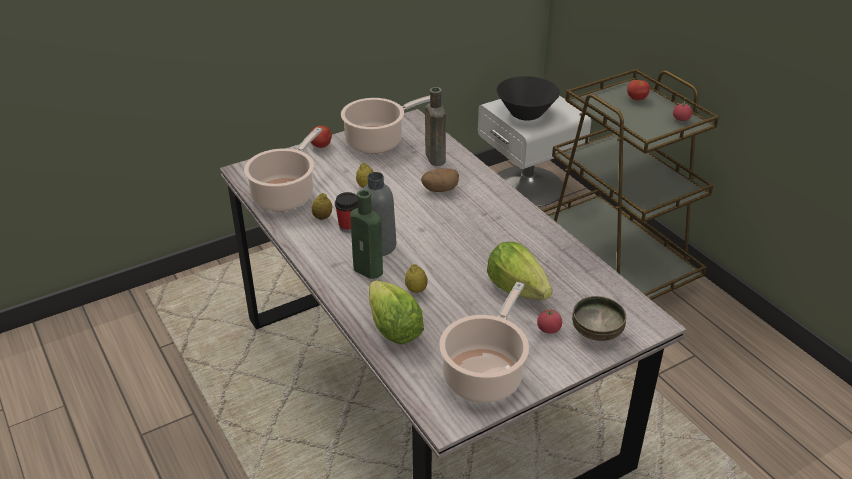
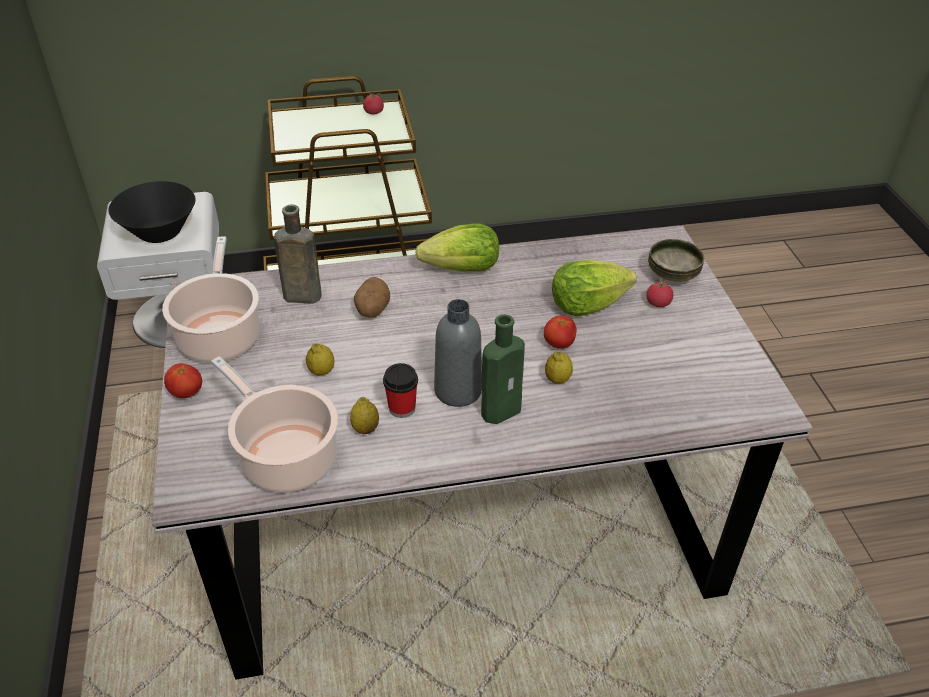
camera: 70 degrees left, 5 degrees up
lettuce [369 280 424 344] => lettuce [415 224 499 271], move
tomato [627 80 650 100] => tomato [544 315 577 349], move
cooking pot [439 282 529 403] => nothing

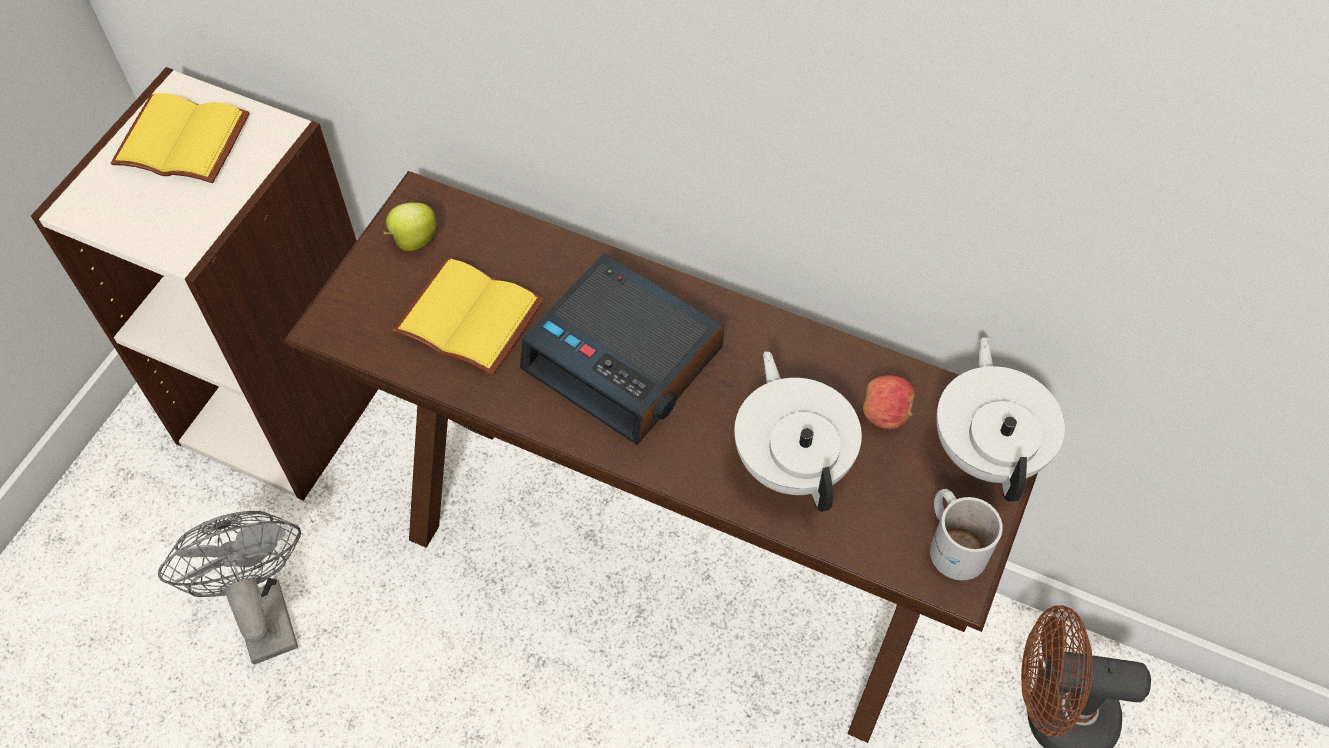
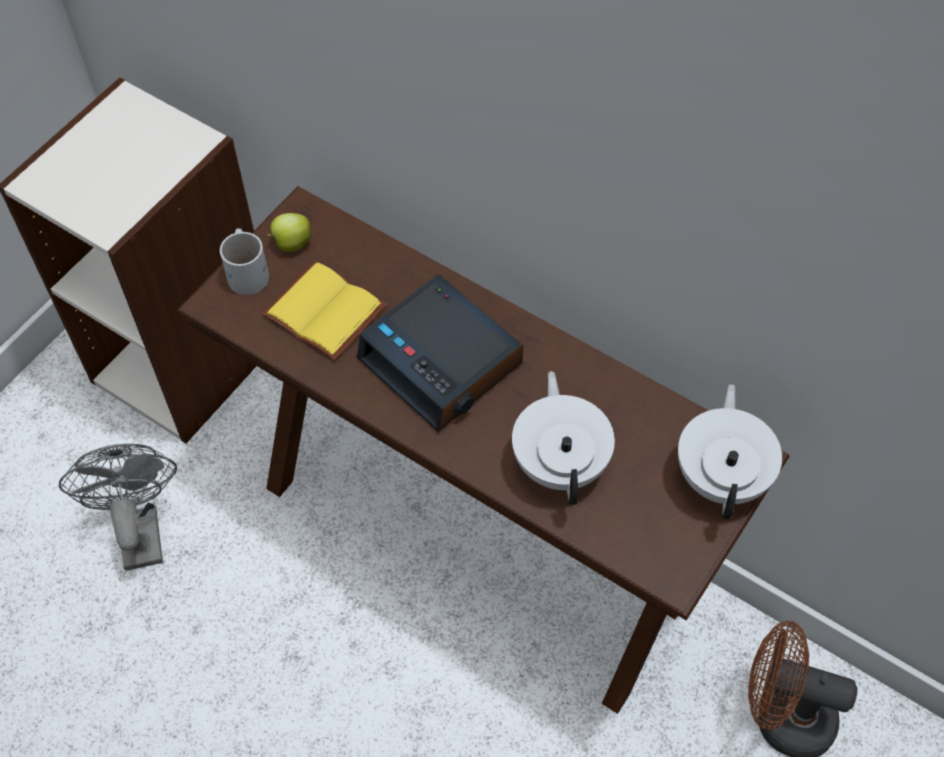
camera: 10 degrees right, 0 degrees up
white mug [930 489 1003 580] => white mug [220 228 269 295], move
yellow book [111 93 250 183] => nothing
apple [863 375 915 429] => nothing

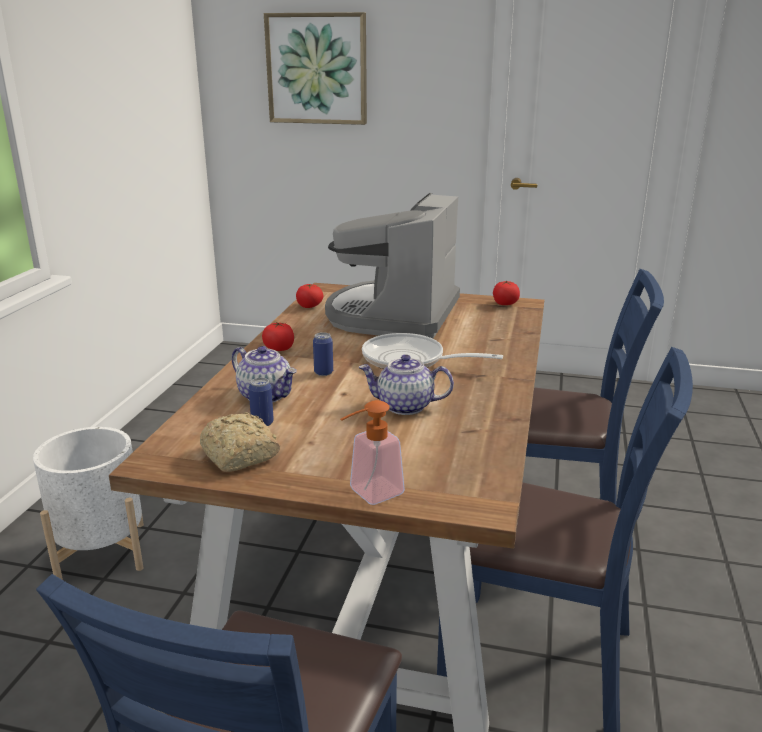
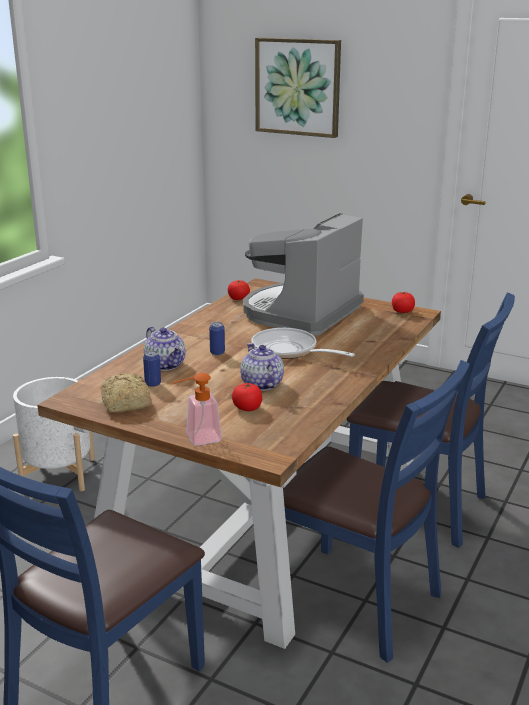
camera: 15 degrees right, 0 degrees up
tomato [262 322 294 351] => tomato [232 382 262 411], move
teapot [359 354 454 415] => teapot [240 343 284 391], 45 degrees clockwise

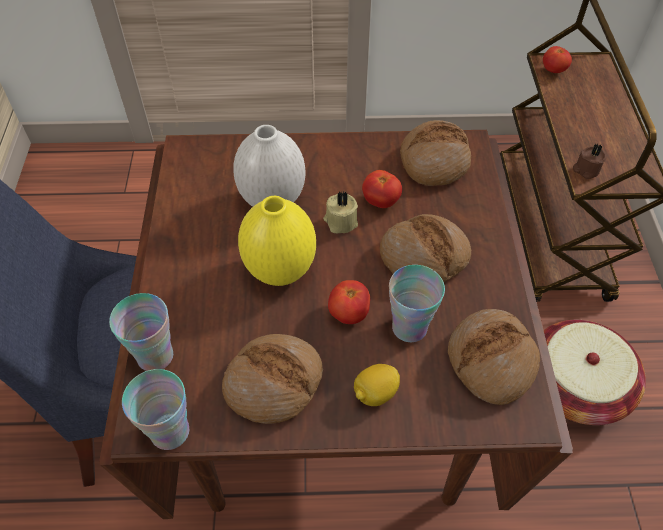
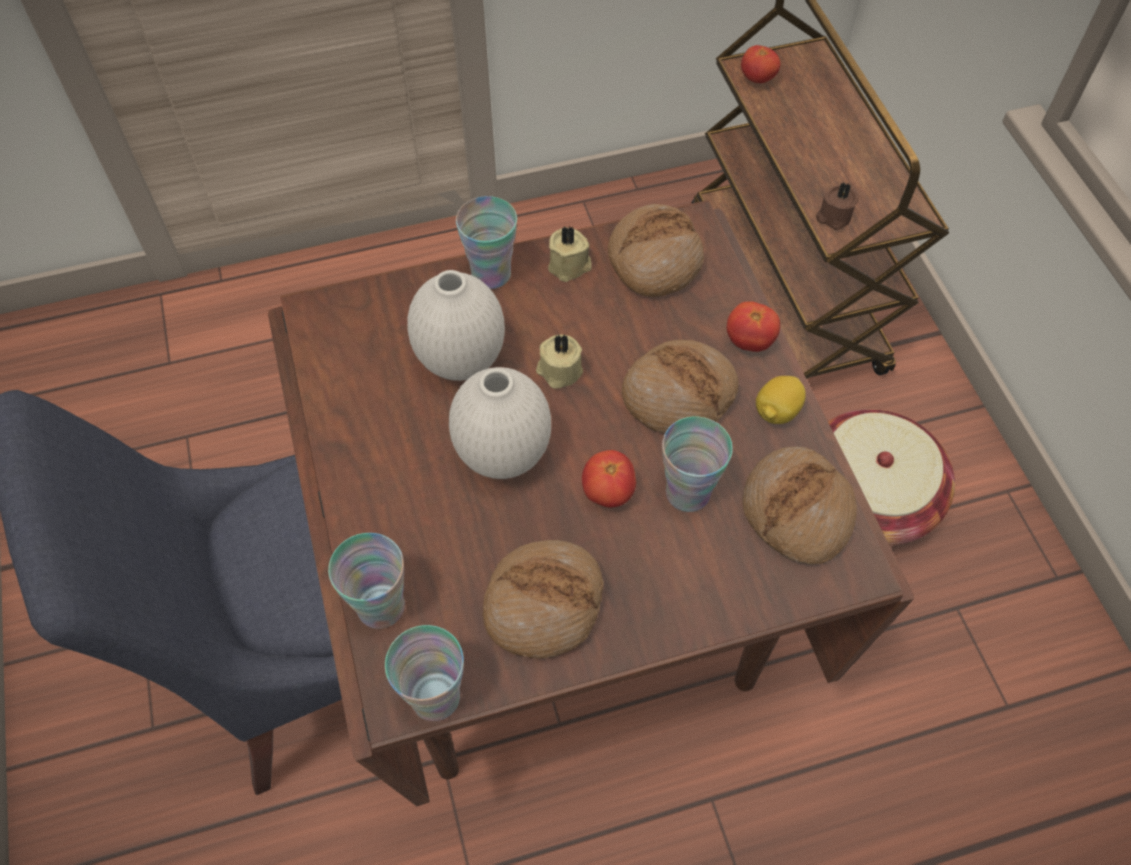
camera: 15 degrees left, 5 degrees up
yellow vase [238 196 316 286] => white vase [449 367 551 479]
nothing => cup [456 196 517 289]
nothing => beige candle [548 226 592 282]
tomato [362 170 402 208] => tomato [727 301 780 352], move
lemon [354 364 400 406] => lemon [756 376 806 424], move

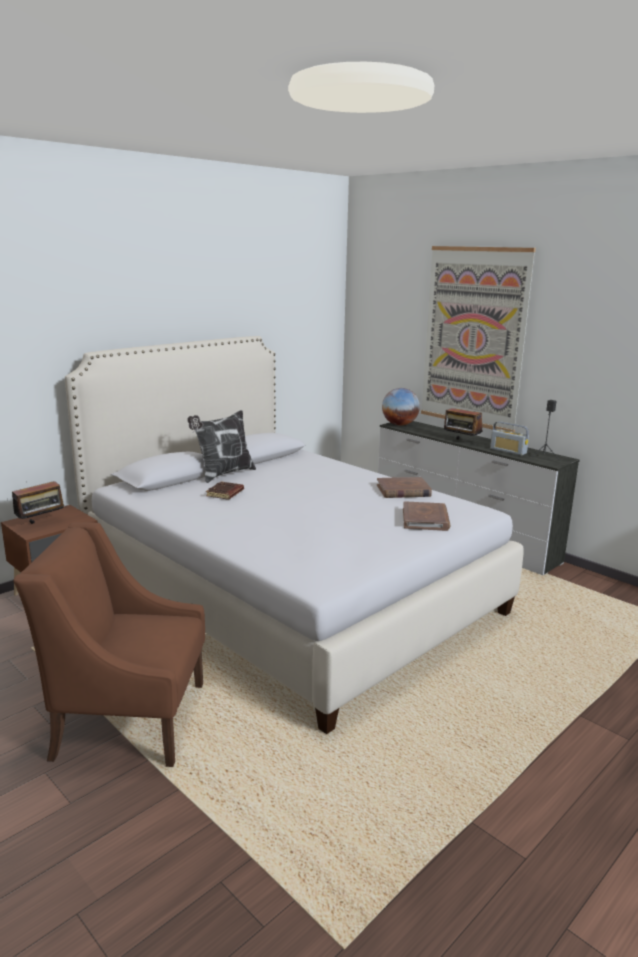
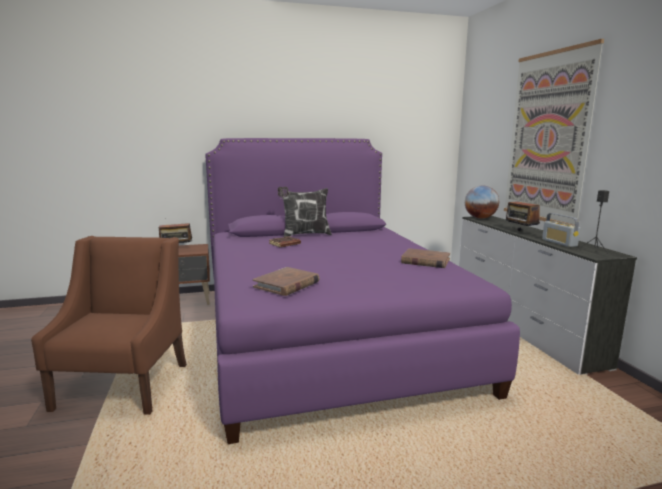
camera: 30 degrees right, 5 degrees down
brown armchair [13 522 205 767] => brown armchair [31 236 187 415], 60 degrees clockwise
white bed [65 336 524 734] => purple bed [205 138 520 444]
brown book [403 501 450 531] => brown book [253 267 320 296], move

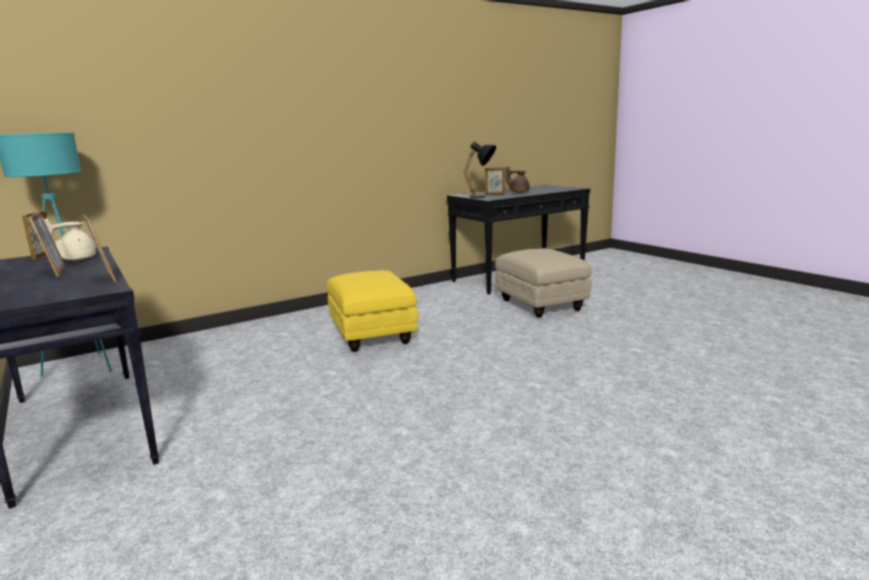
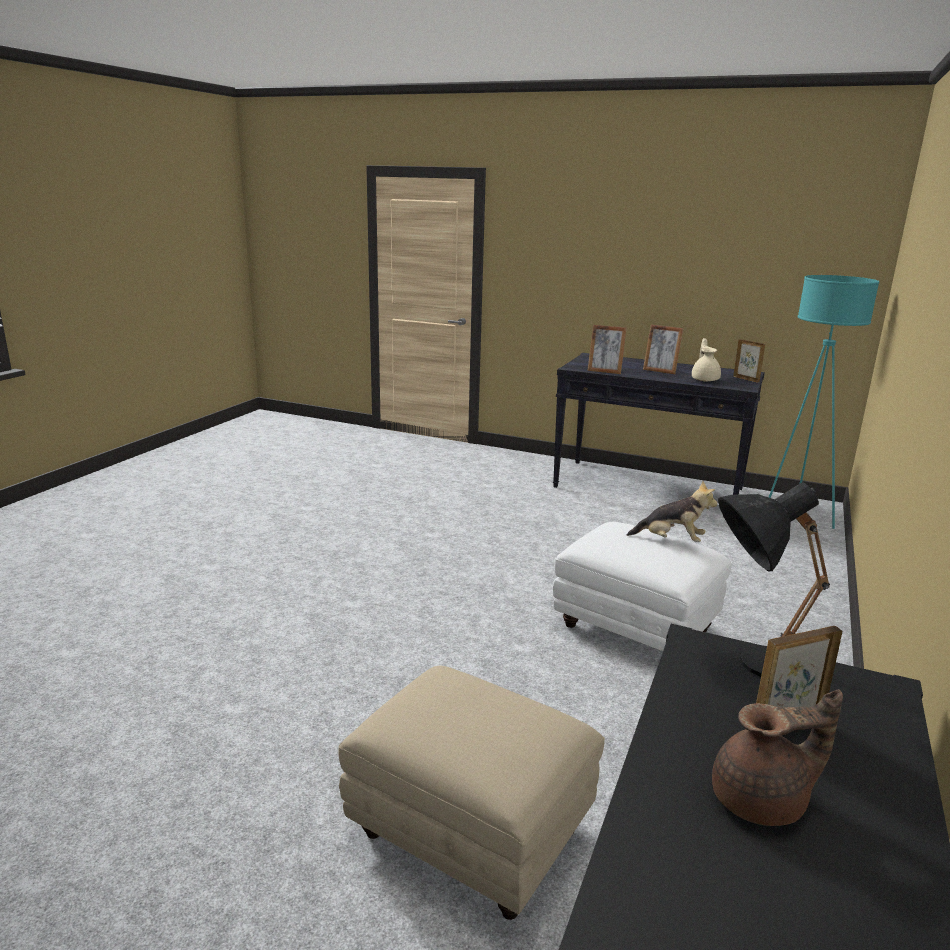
camera: 145 degrees right, 5 degrees up
yellow ottoman [327 270 418 352] => white ottoman [553 522 732 651]
nothing => plush toy [627 481 718 542]

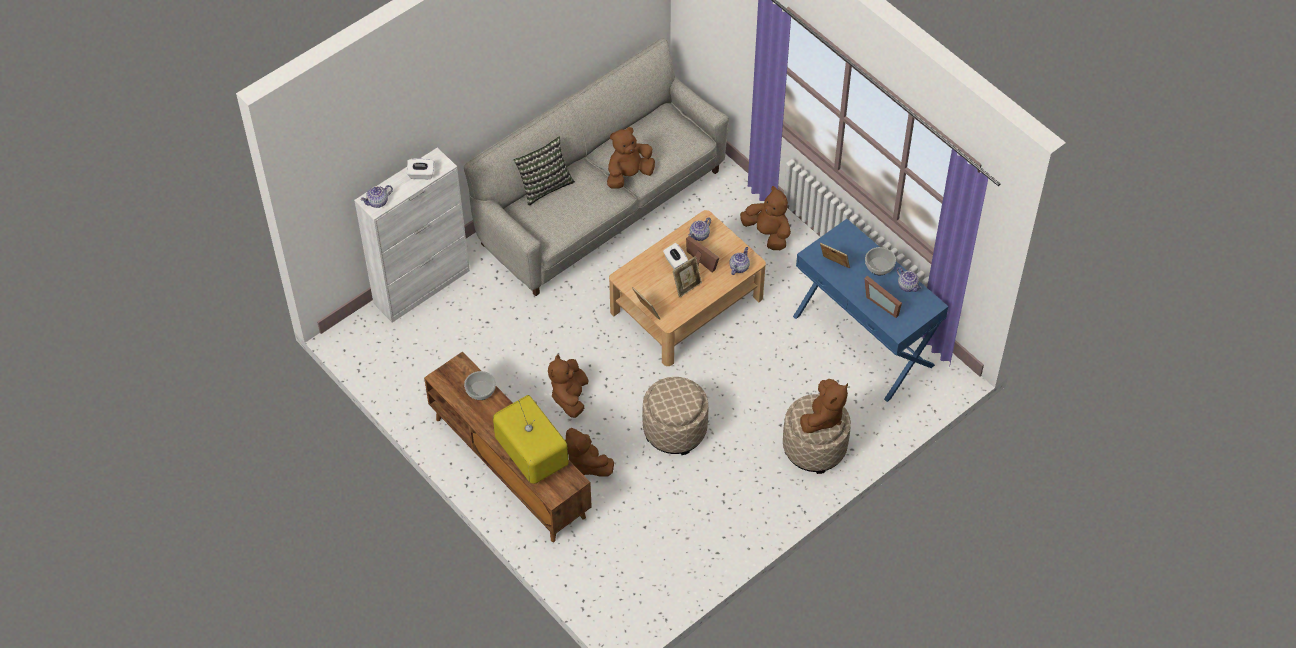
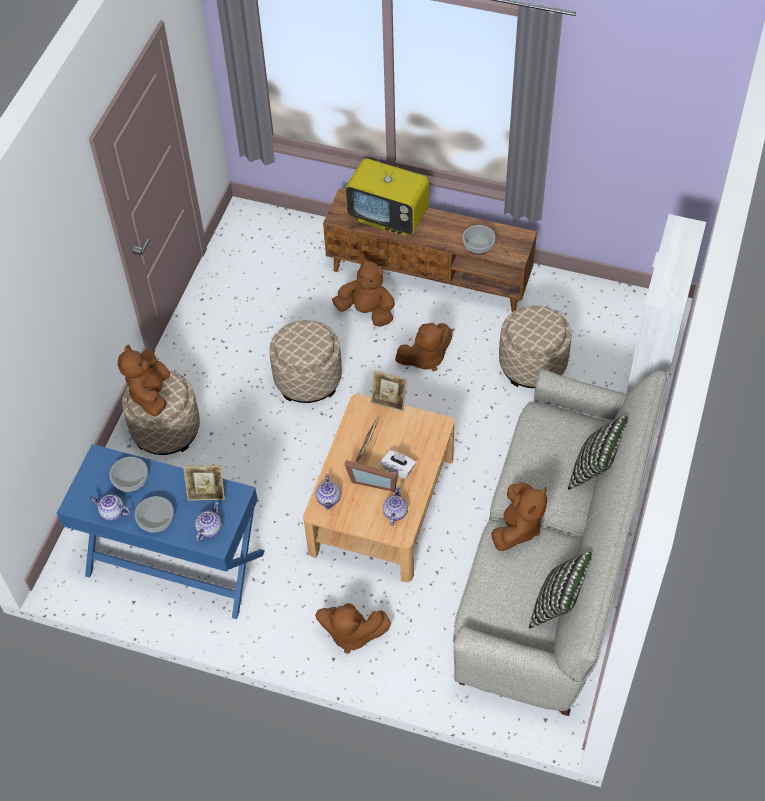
camera: 150 degrees right, 0 degrees up
picture frame [864 276 902 318] => bowl [110 457 148 492]
teapot [360 185 393 208] => teapot [195 502 222 542], move
brown plush toy [548 354 589 418] => brown plush toy [395 323 452 371], 90 degrees clockwise
nothing => beige ottoman [499 305 571 388]
nothing => pillow [529 552 592 629]
white tissue box [407 158 434 179] => nothing

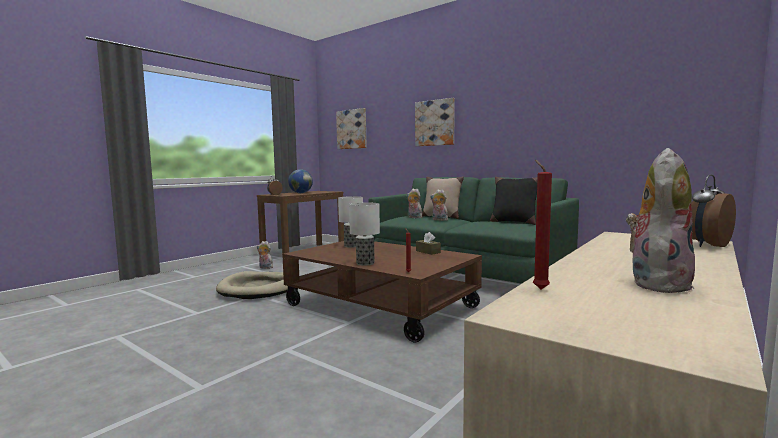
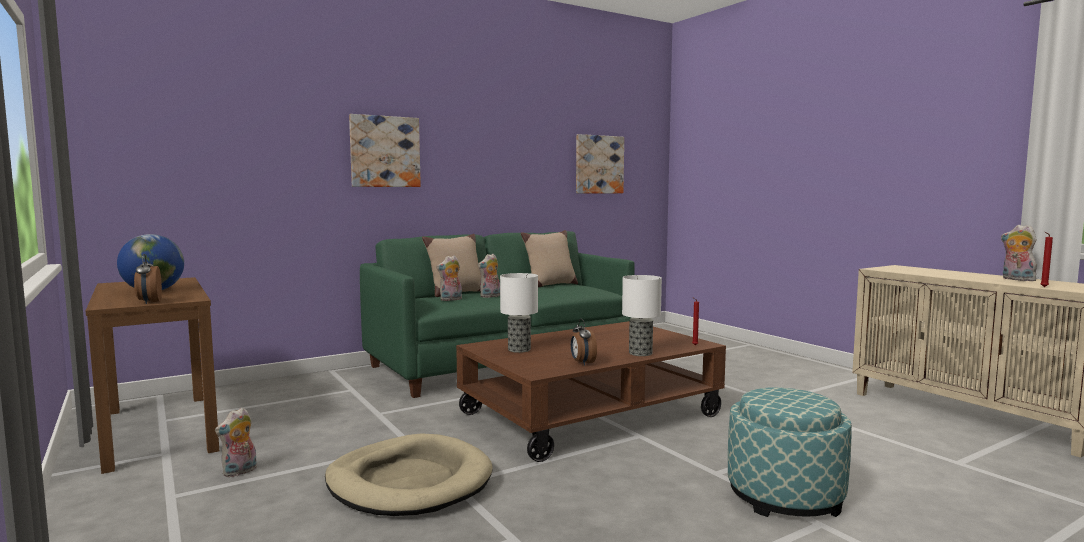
camera: 70 degrees left, 0 degrees up
black pillow [490 177 538 225] => beige pillow [521 230 578 287]
alarm clock [691 175 736 247] => alarm clock [571 319 597 366], move
picture [336 108 367 149] => picture [576 134 624 193], move
nothing => ottoman [728 387 852 517]
brown tissue box [416 232 441 255] => nothing

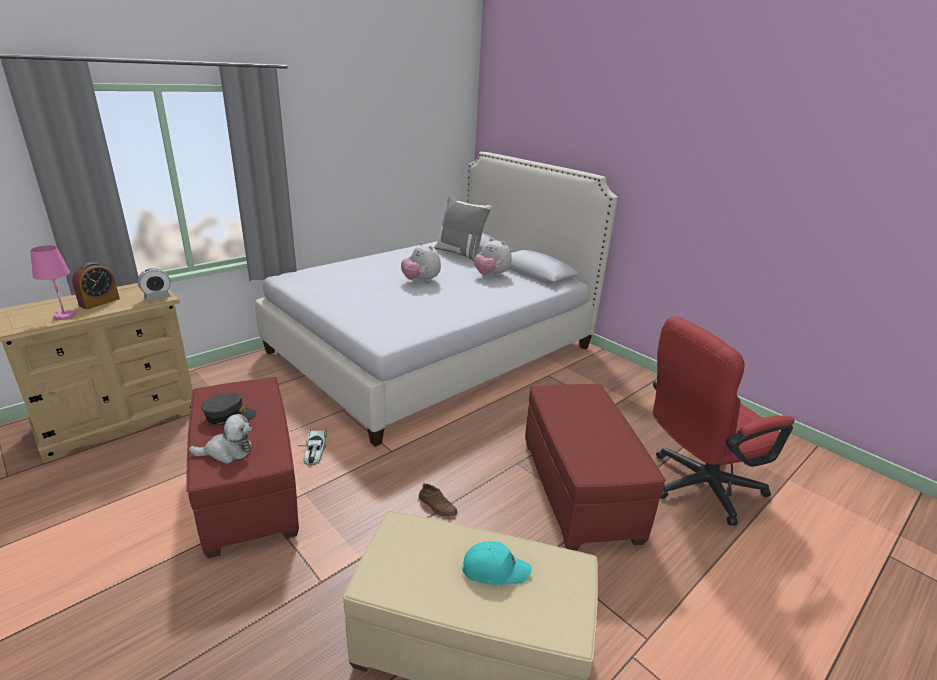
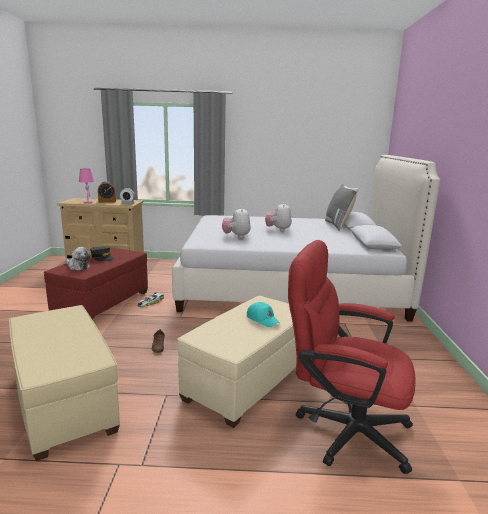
camera: 45 degrees right, 10 degrees down
red ottoman [525 384 666 551] => beige ottoman [177 296 297 428]
plush toy [474 238 512 276] => plush toy [222 207 251 238], move
turquoise cap [462 541 532 585] => turquoise cap [247 302 280 327], move

